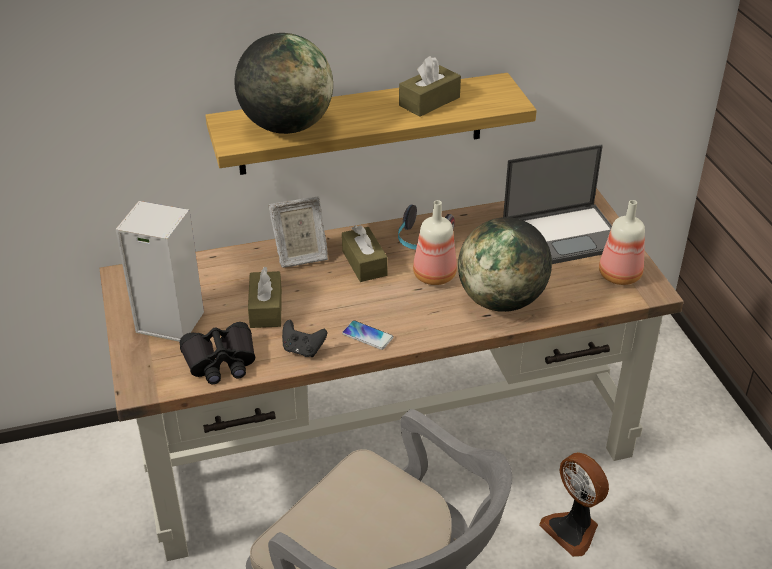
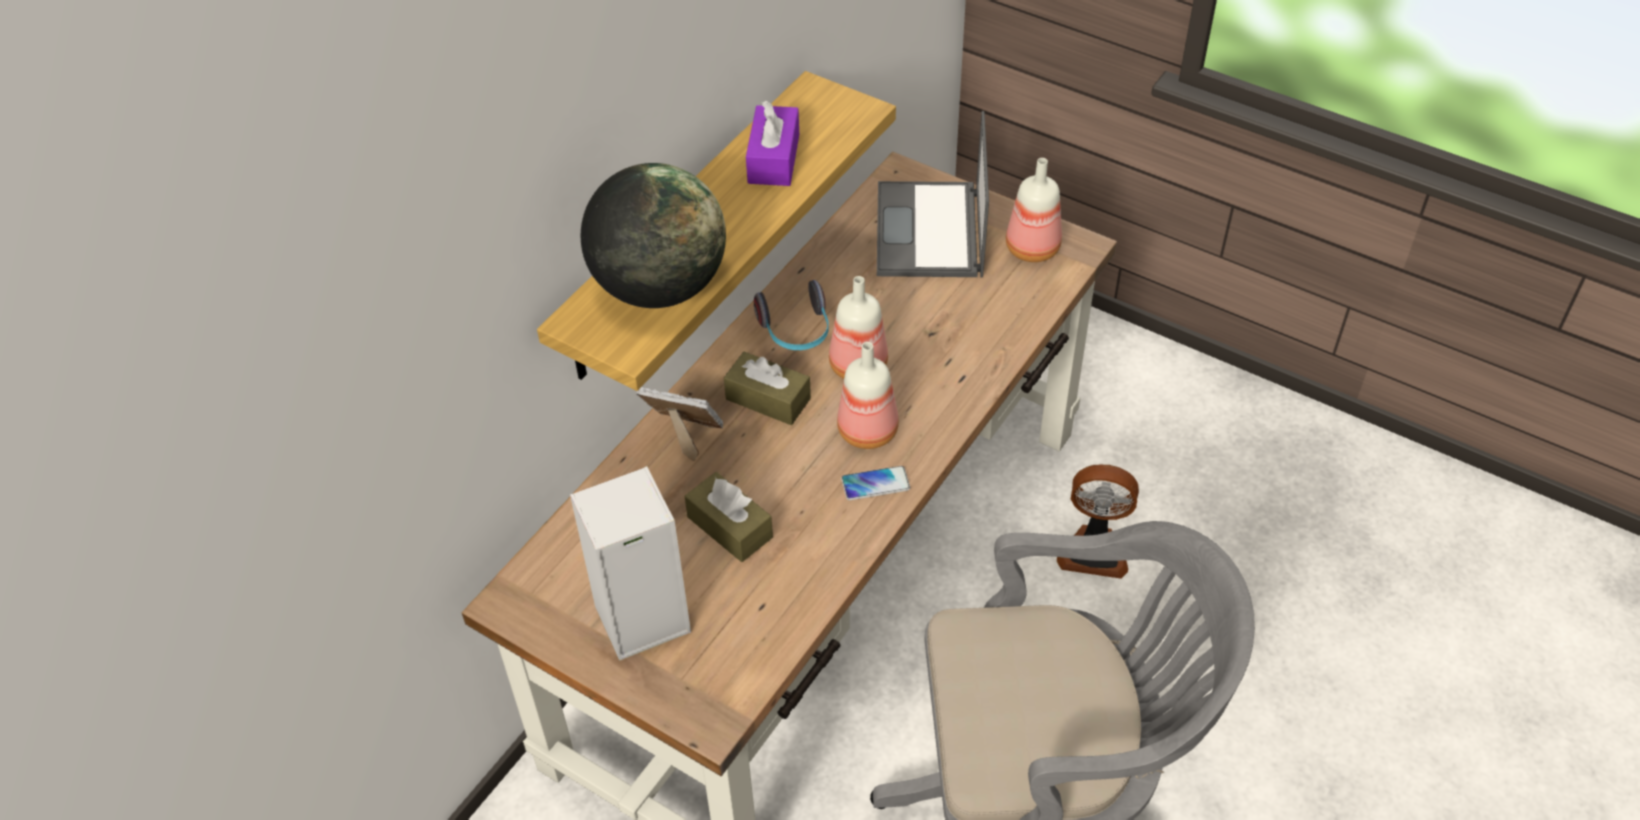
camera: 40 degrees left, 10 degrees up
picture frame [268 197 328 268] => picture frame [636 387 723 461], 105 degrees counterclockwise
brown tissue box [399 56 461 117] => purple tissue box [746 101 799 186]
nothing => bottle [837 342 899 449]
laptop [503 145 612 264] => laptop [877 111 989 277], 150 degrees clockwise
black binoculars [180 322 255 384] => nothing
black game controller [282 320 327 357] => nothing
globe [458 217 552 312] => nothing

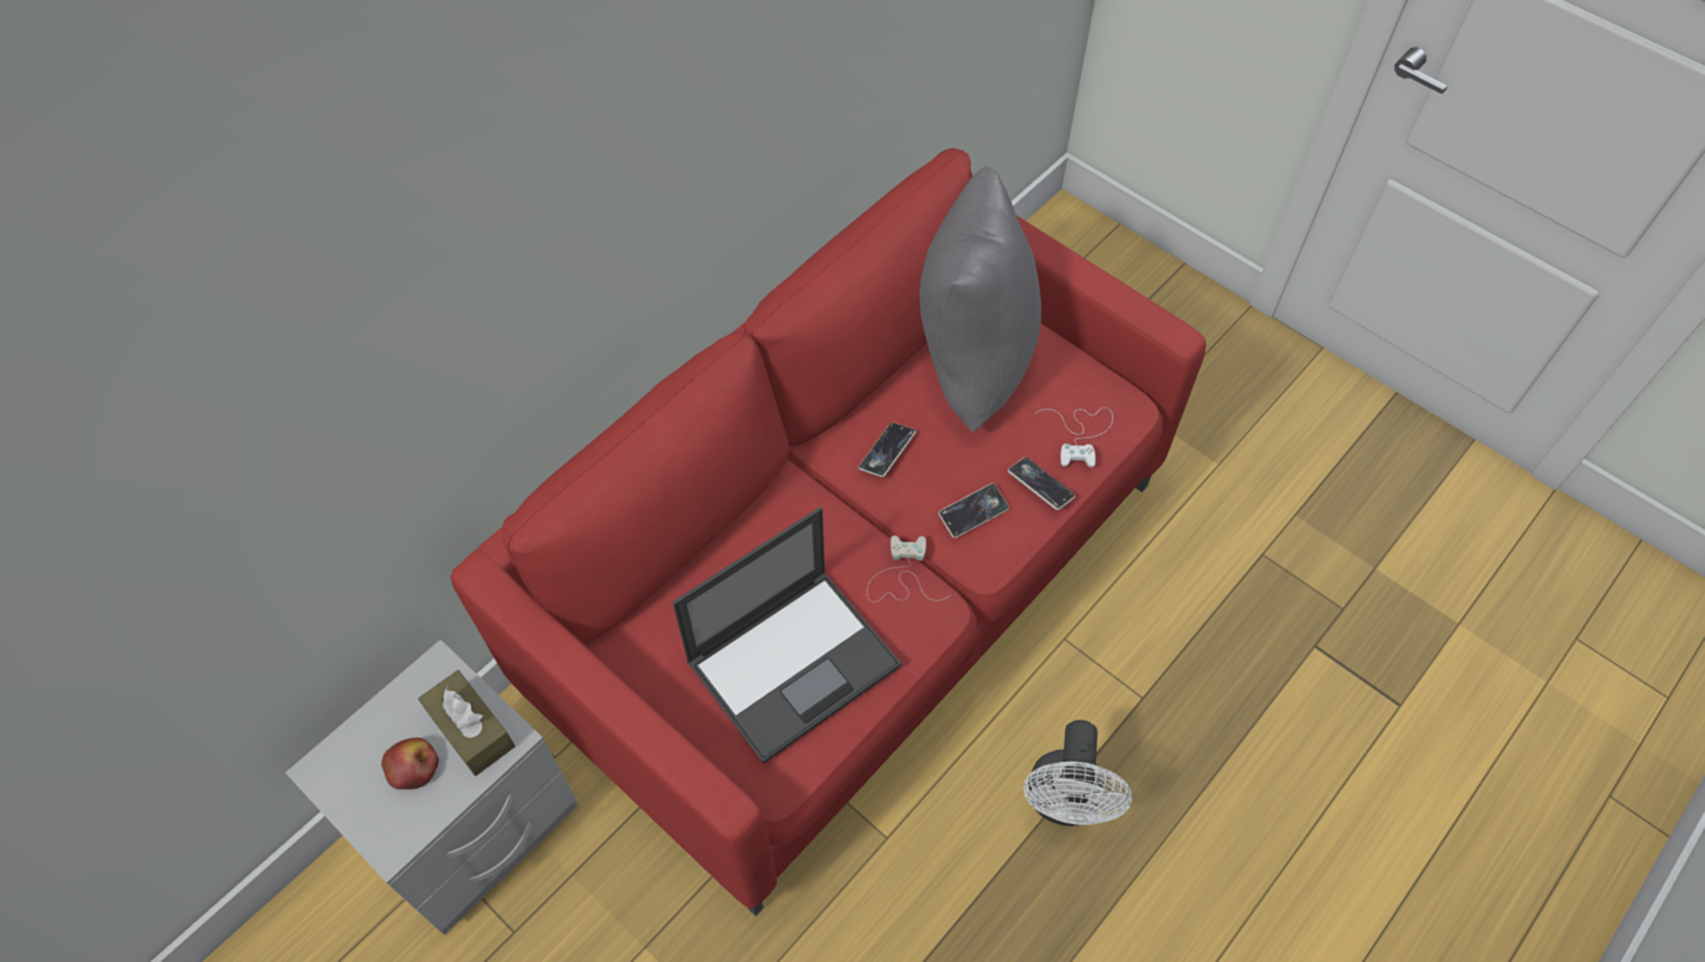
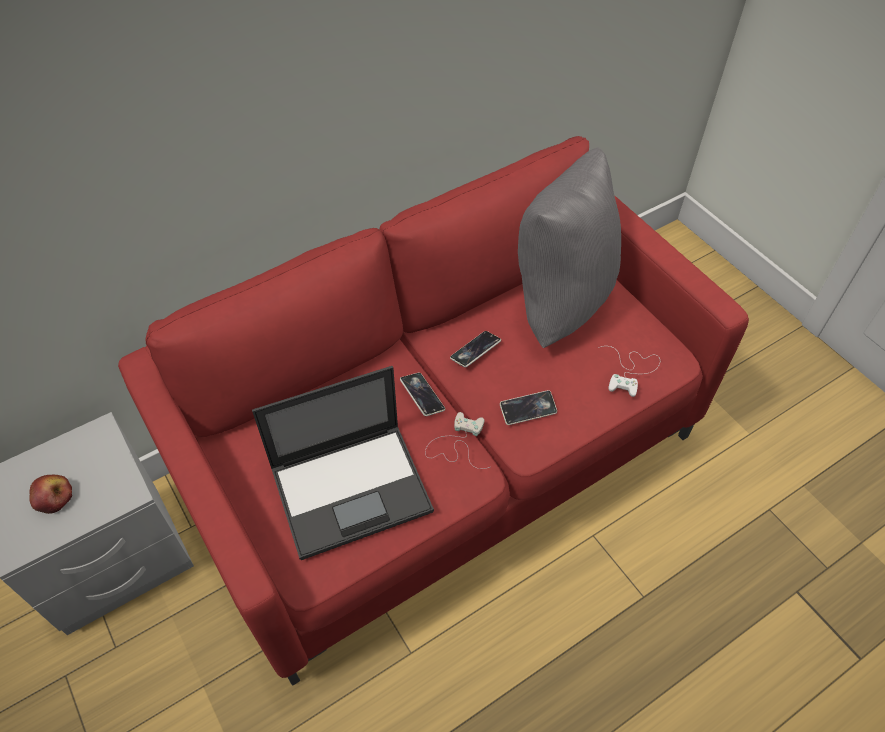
camera: 15 degrees right, 5 degrees down
phone [1008 457 1075 510] => phone [400 373 445 416], move
brown tissue box [418 670 515 776] => nothing
white fan [1023 720 1132 826] => nothing

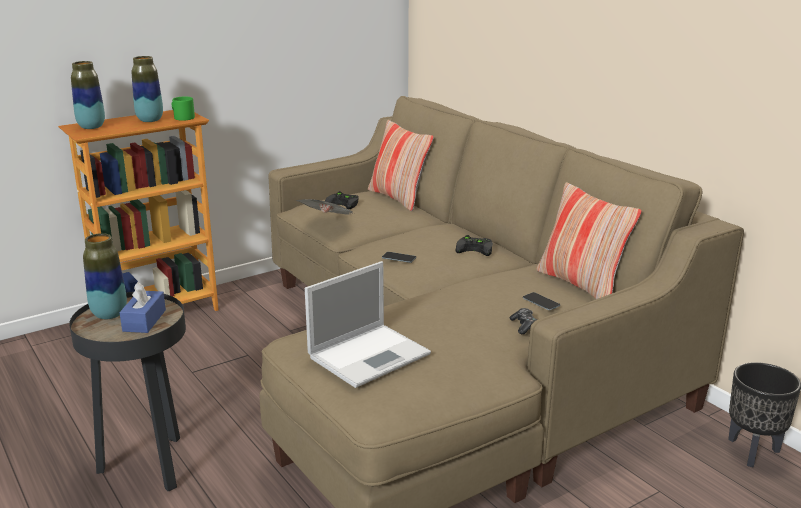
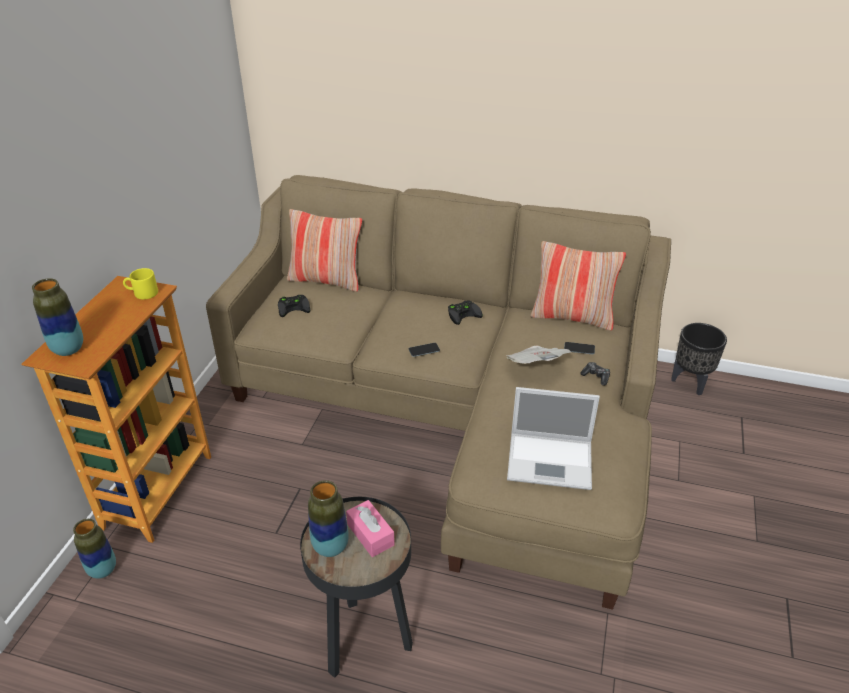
camera: 40 degrees left, 15 degrees up
vase [132 56 163 122] => vase [73 519 116 579], move
green mug [172 97 195 121] => yellow mug [123 268 158 299]
blue tissue box [120 282 166 333] => pink tissue box [346 500 395 557]
newspaper [295 199 354 214] => newspaper [506 345 571 364], move
laptop [305 261 431 388] => laptop [507 387 600 490], 90 degrees clockwise

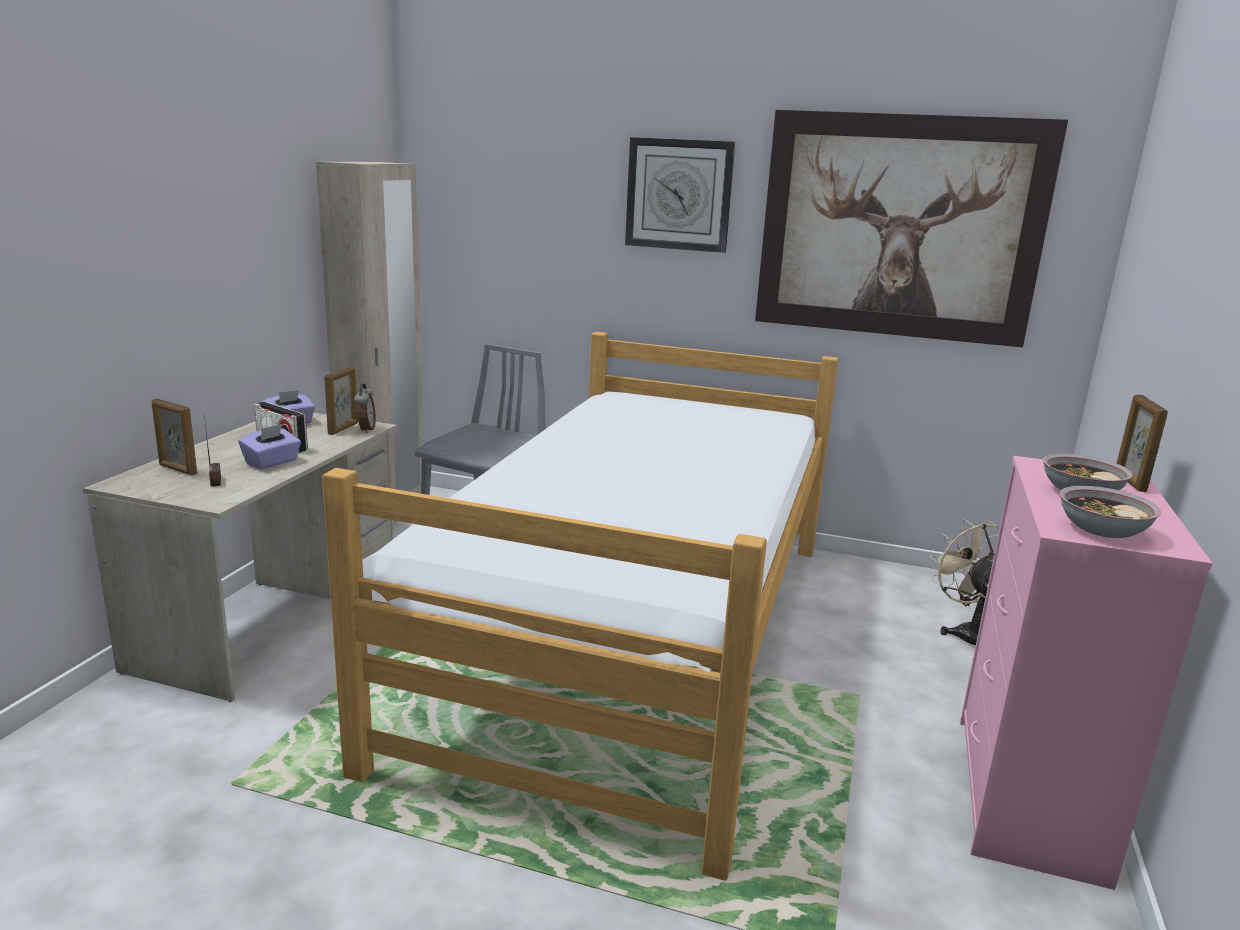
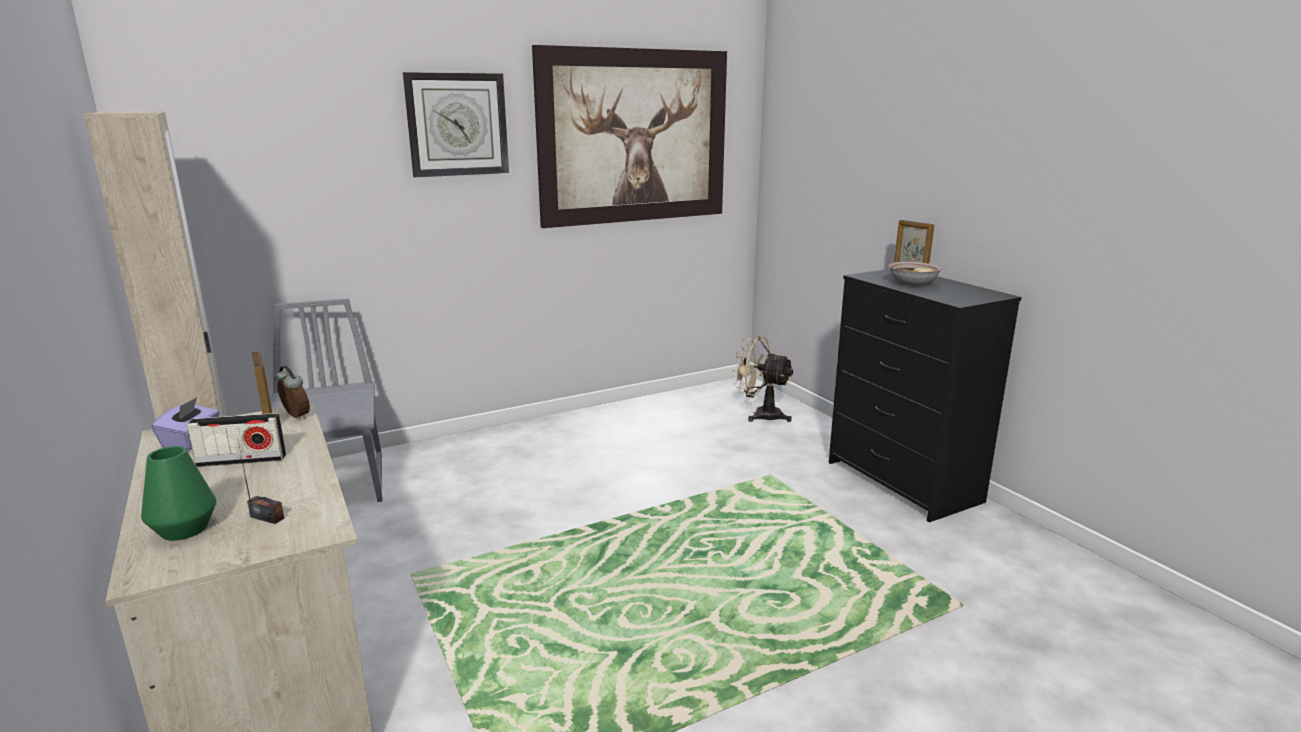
camera: 45 degrees left, 0 degrees up
picture frame [151 399 197 476] => green vase [141 446 216 541]
pink dresser [960 456 1212 890] => black dresser [829 269 1022 522]
purple tissue box [238 424 301 469] => nothing
bed [322 332 838 881] => nothing
bowl [1060 486 1161 538] => nothing

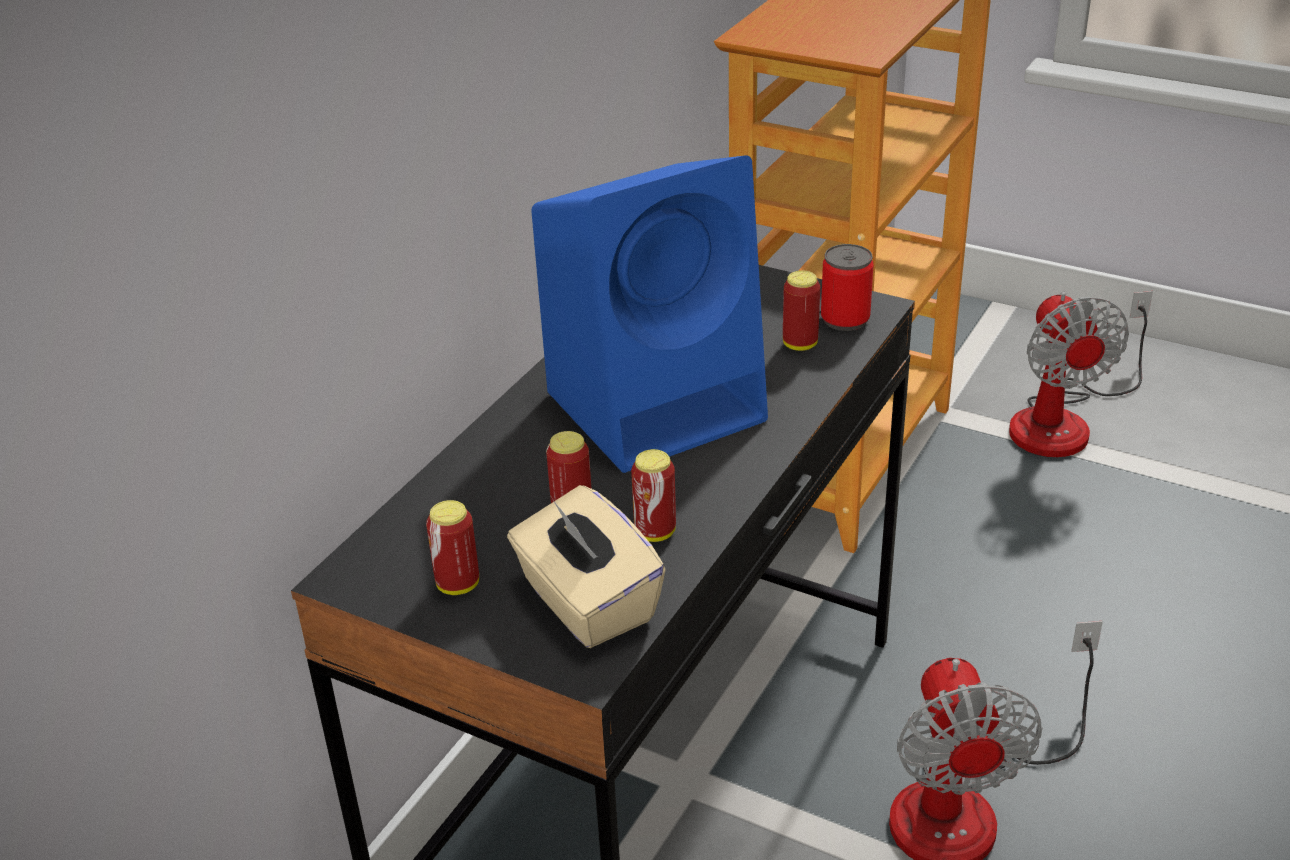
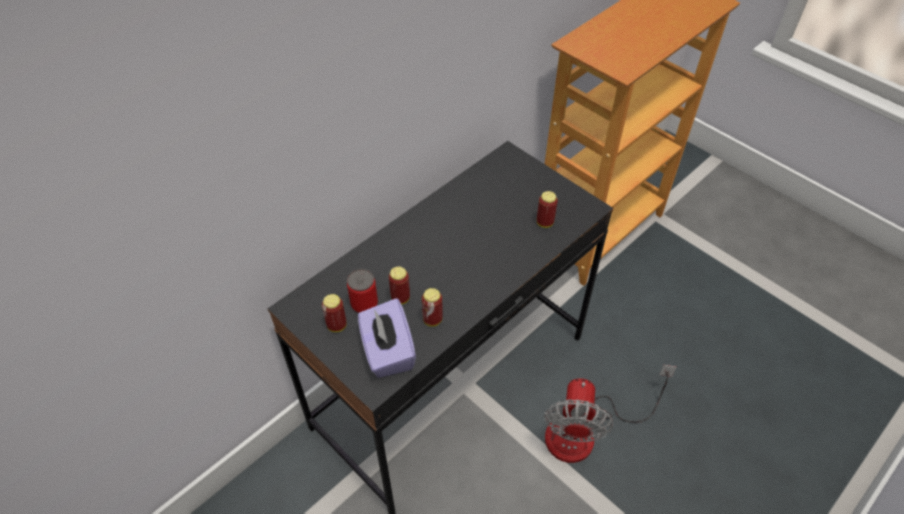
camera: 15 degrees right, 15 degrees up
can [821 244 874 331] => can [347 269 378 313], move
beige tissue box [507 485 666 648] => purple tissue box [358 298 416 378]
blue speaker [531 155 768 473] => nothing
fan [1009 291 1153 457] => nothing

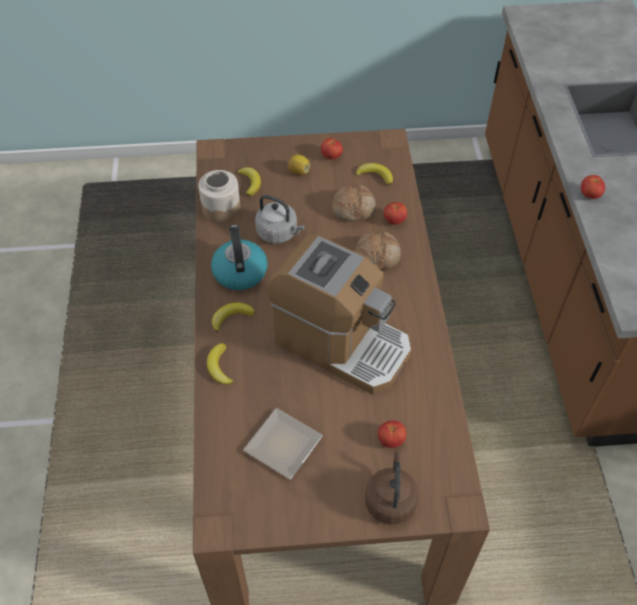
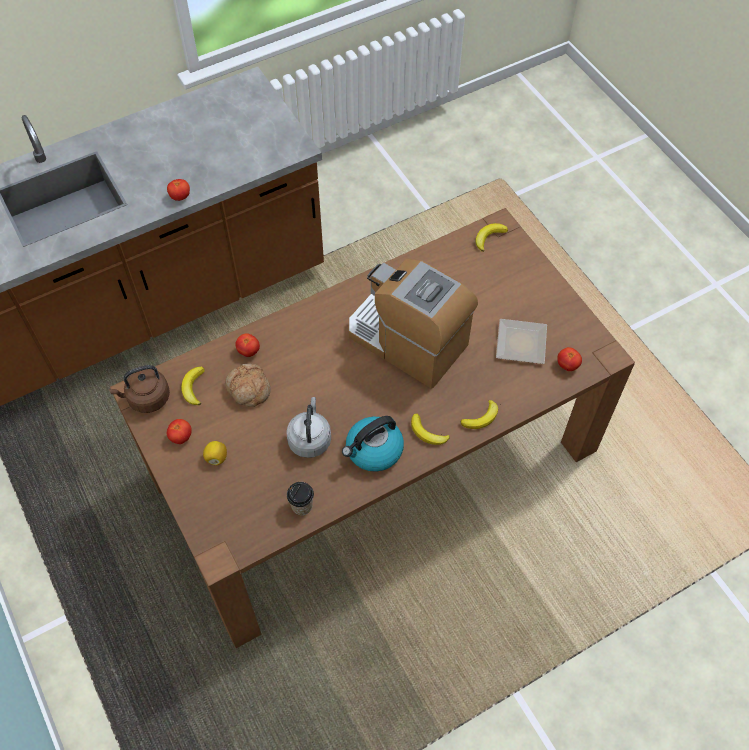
camera: 115 degrees left, 5 degrees up
brown kettle [365 451 419 525] => brown kettle [109 365 170 413], move
jar [198 170 241 223] => cup [287 482 314 515]
coffee machine [268 234 411 394] => coffee machine [349 259 478 388], 60 degrees counterclockwise
banana [237 167 261 197] => banana [475 223 508 252], move
tomato [378 420 406 448] => tomato [557 347 582 371], move
bread [355 231 401 269] => nothing

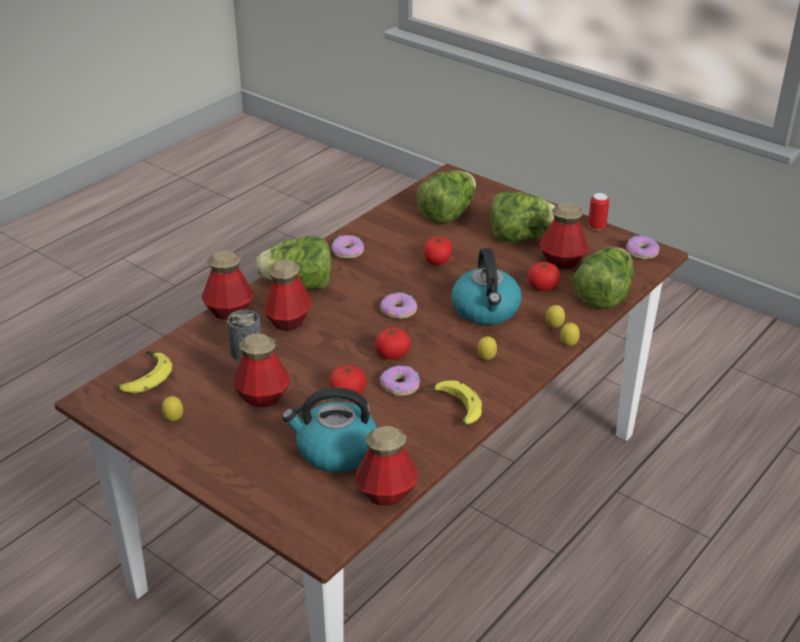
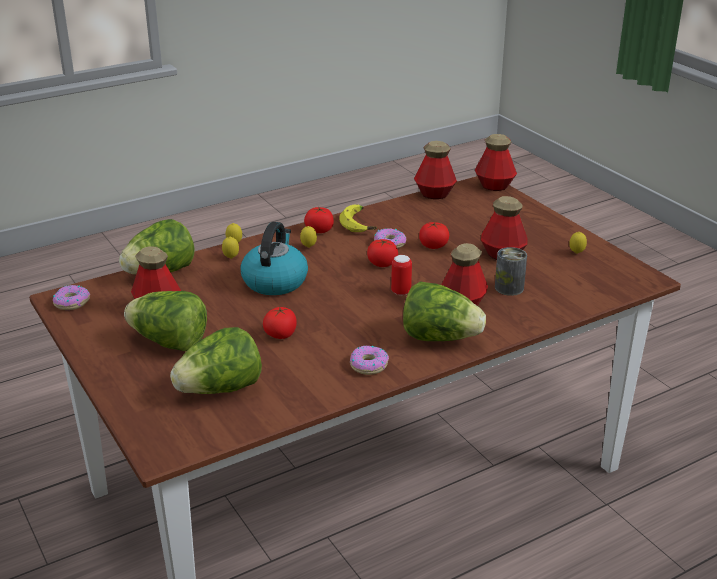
camera: 160 degrees left, 5 degrees down
tomato [527 262 560 291] => tomato [304 207 334 233], move
can [588 193 609 231] => can [391 255 412 295], move
bottle [201 251 254 320] => bottle [475 134 517 191], move
banana [118 351 172 393] => nothing
kettle [282 387 377 472] => nothing
donut [380 293 417 319] => nothing

